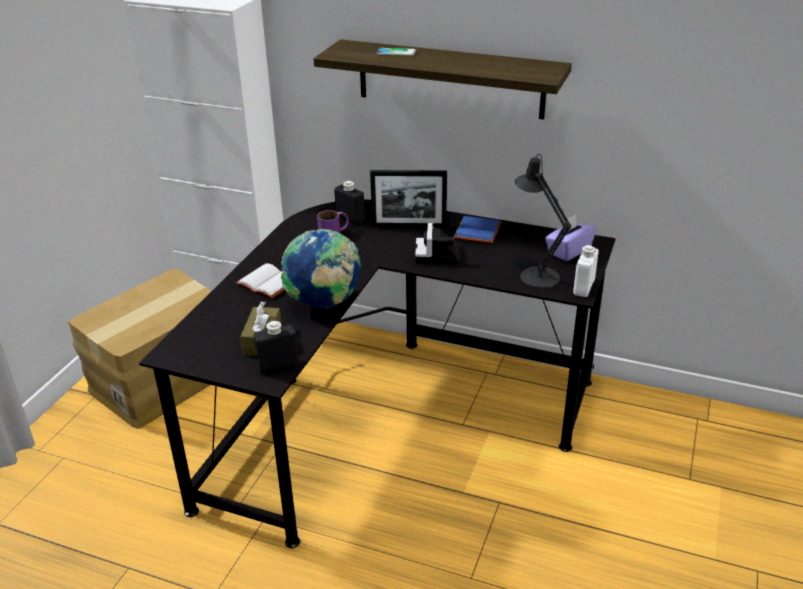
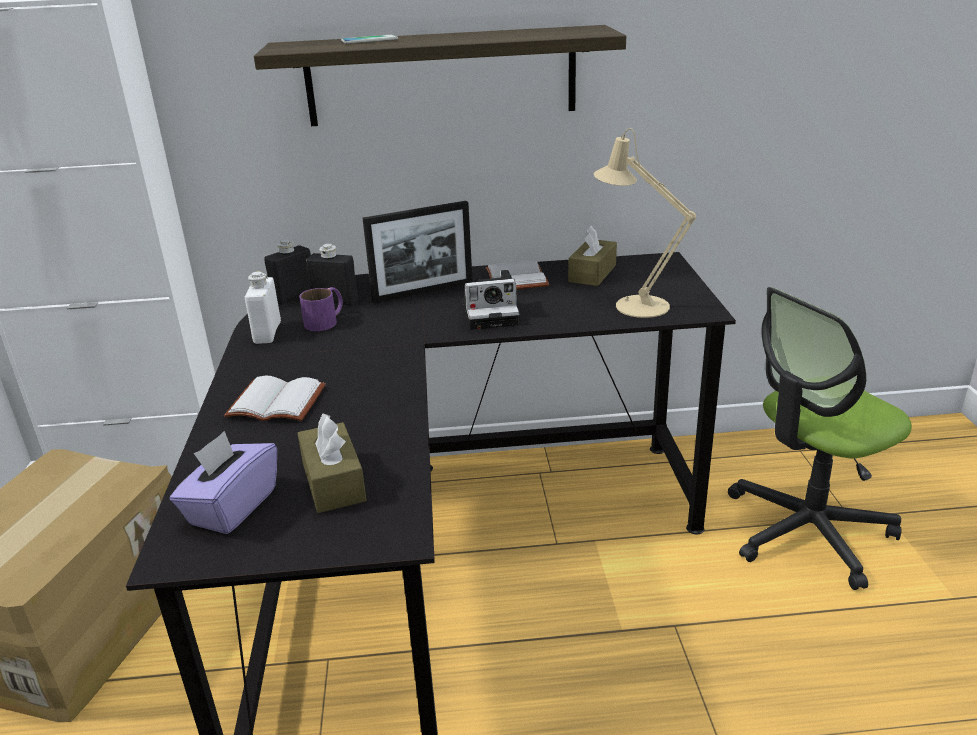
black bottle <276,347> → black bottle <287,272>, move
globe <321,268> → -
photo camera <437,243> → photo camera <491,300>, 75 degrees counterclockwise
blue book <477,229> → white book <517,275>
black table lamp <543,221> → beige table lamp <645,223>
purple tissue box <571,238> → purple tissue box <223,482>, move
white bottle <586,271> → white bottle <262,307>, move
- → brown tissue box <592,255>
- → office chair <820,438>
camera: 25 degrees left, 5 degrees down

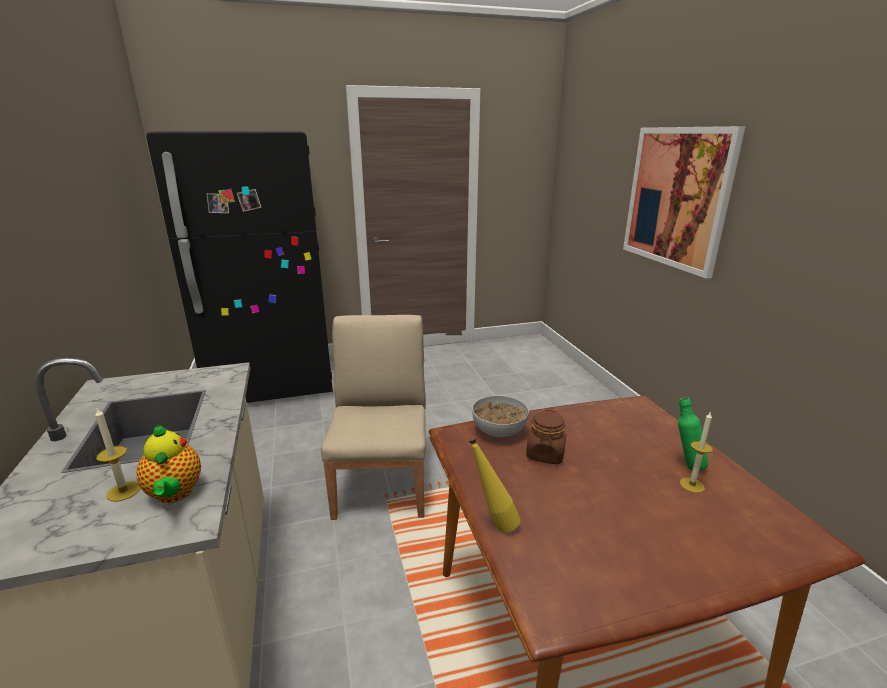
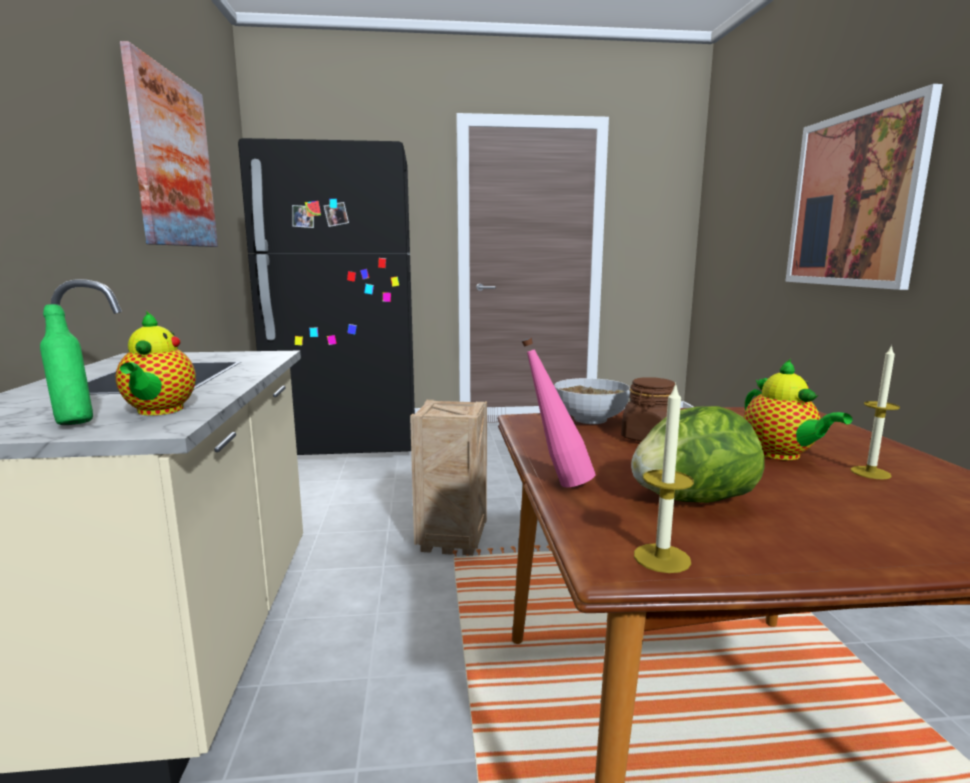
candle <118,455> → candle <664,477>, move
beige chair <373,417> → crate <448,478>
yellow bottle <494,484> → pink bottle <558,413>
green bottle <693,434> → green bottle <66,364>, move
- → picture <169,144>
- → lettuce <698,454>
- → teapot <798,409>
camera: 10 degrees right, 10 degrees down

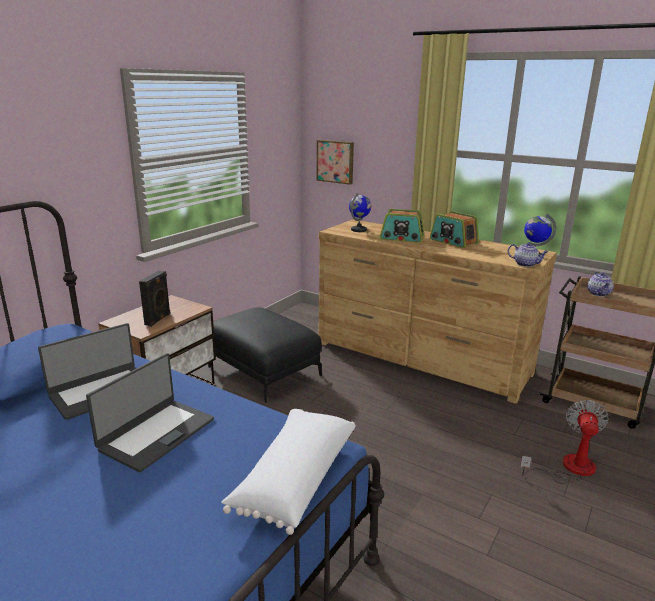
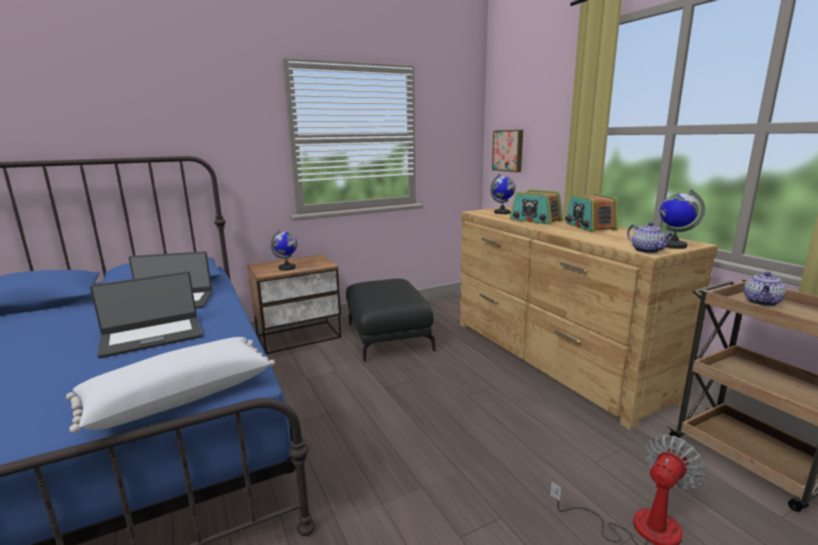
black speaker <155,299> → globe <284,250>
camera: 30 degrees right, 5 degrees down

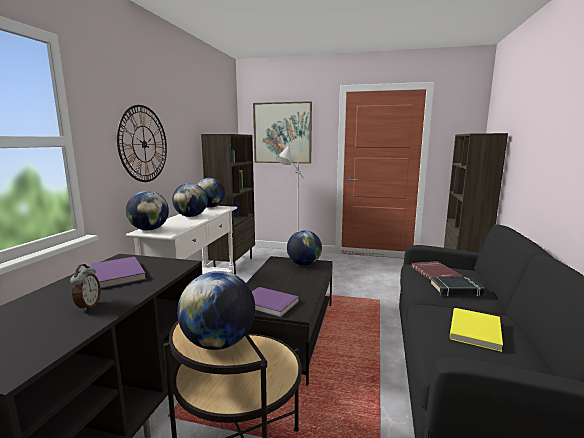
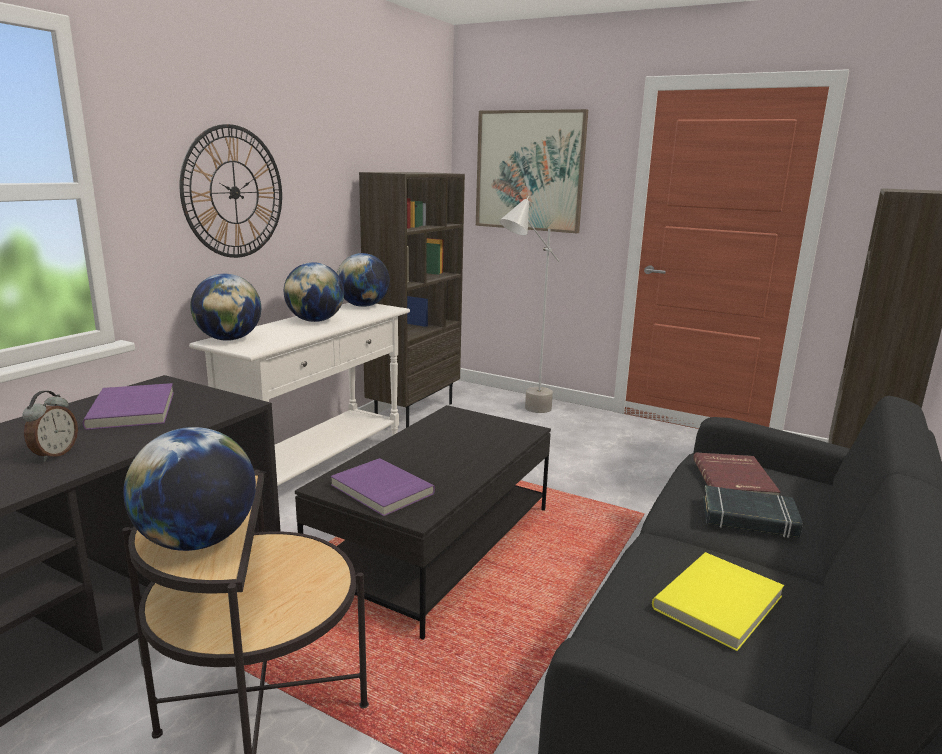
globe <304,247> → -
camera: 15 degrees right, 5 degrees up

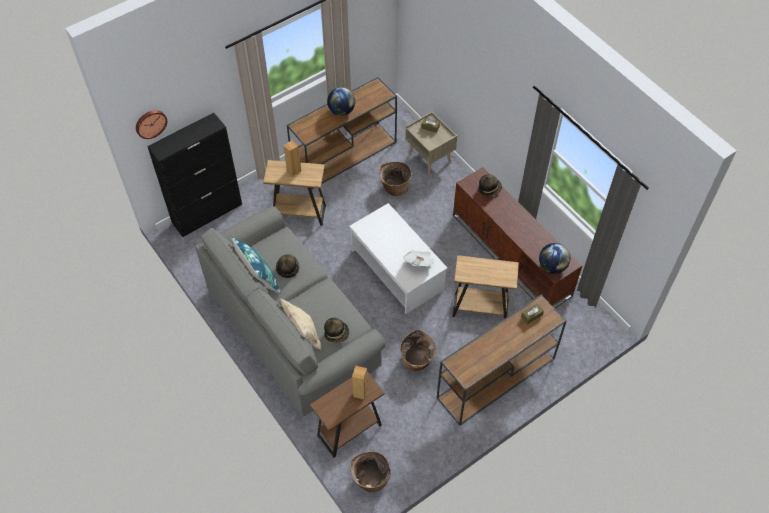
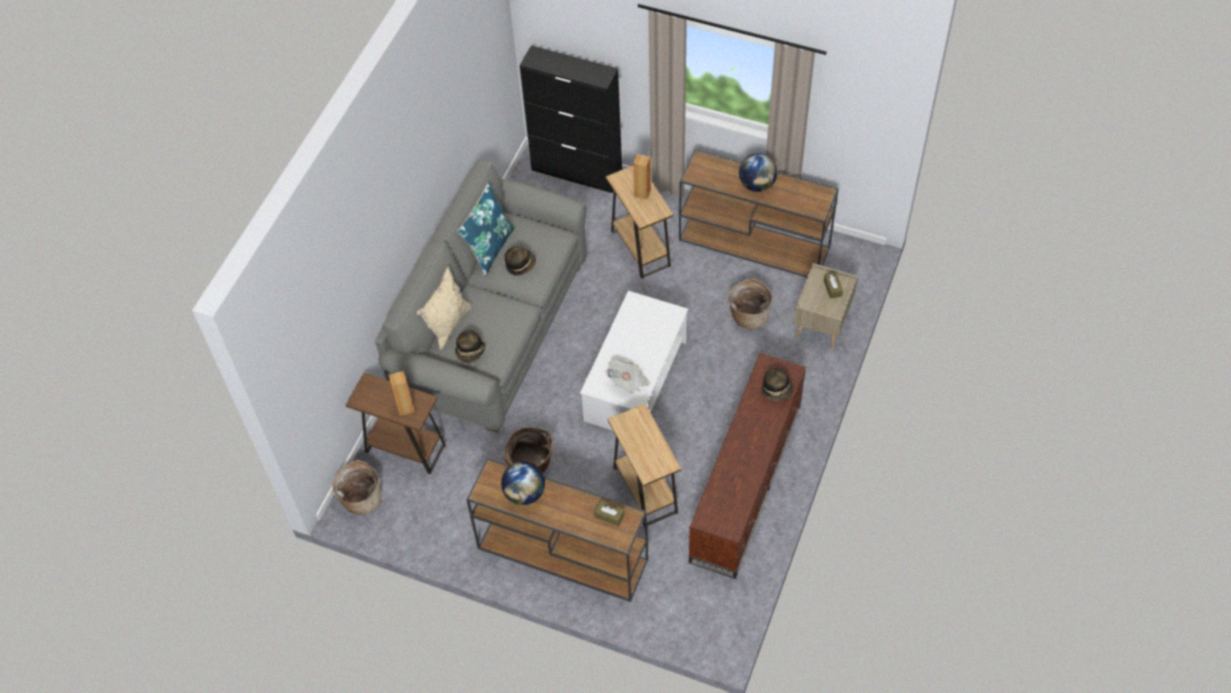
wall clock <151,124> → -
globe <555,258> → globe <523,483>, move
camera: 60 degrees right, 0 degrees up

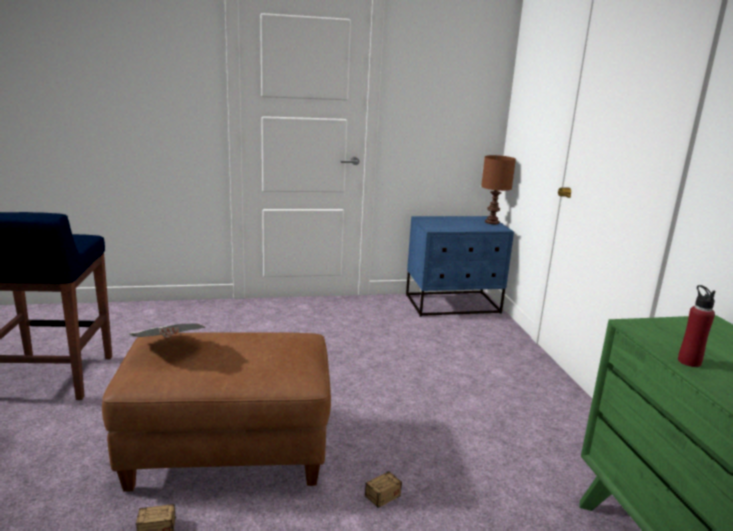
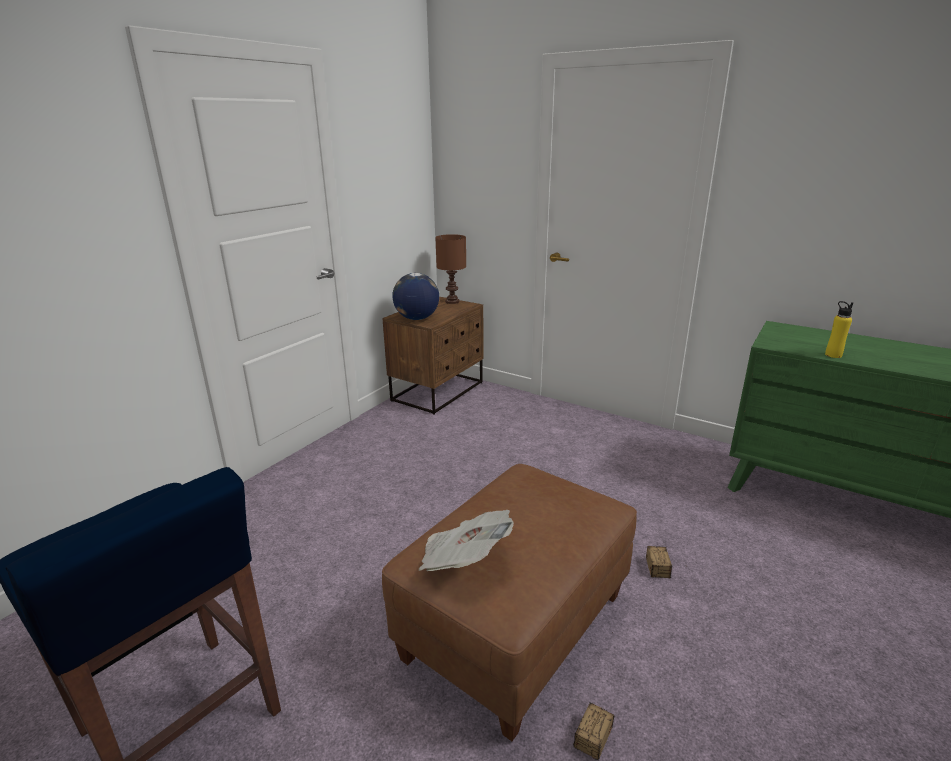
blue nightstand <460,266> → brown nightstand <432,356>
red bottle <696,326> → yellow bottle <839,329>
- → globe <415,296>
camera: 45 degrees left, 5 degrees up

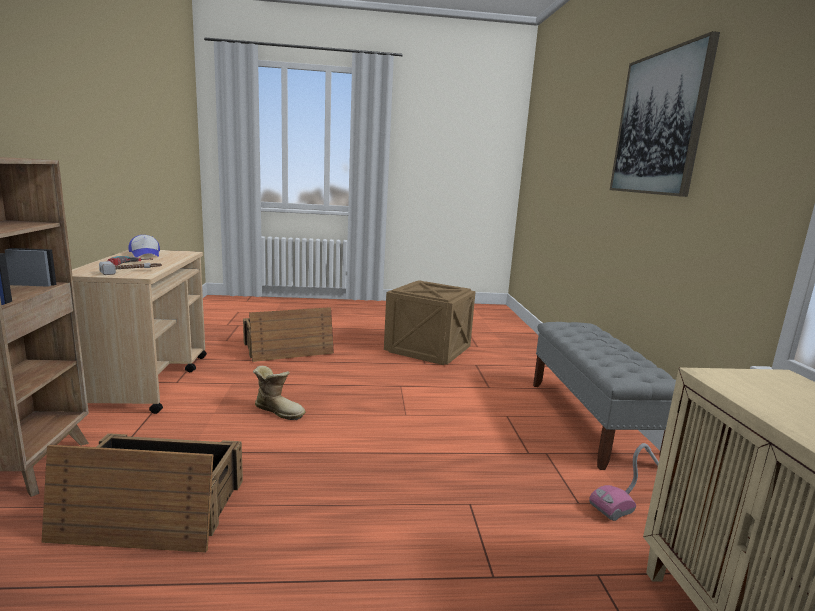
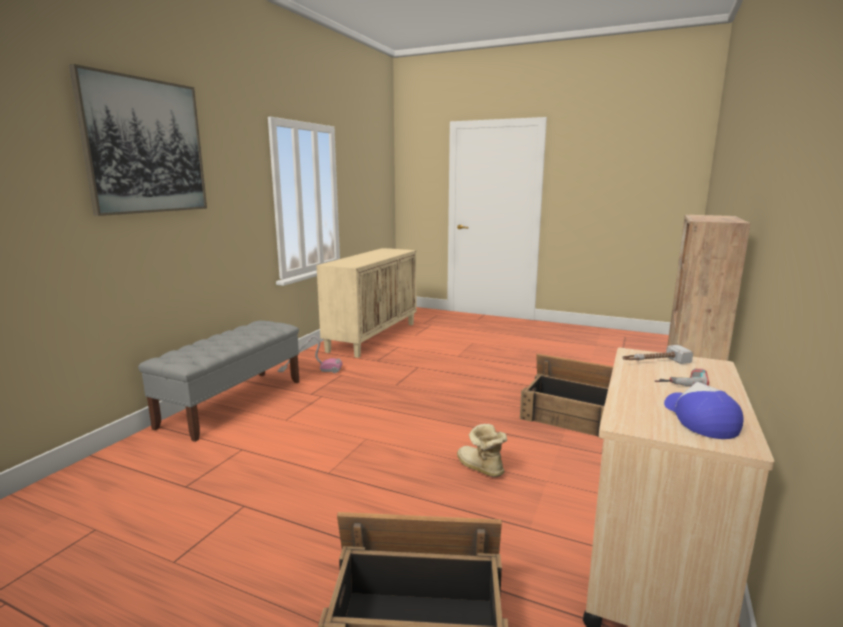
crate <430,322> → -
camera: 150 degrees left, 0 degrees up

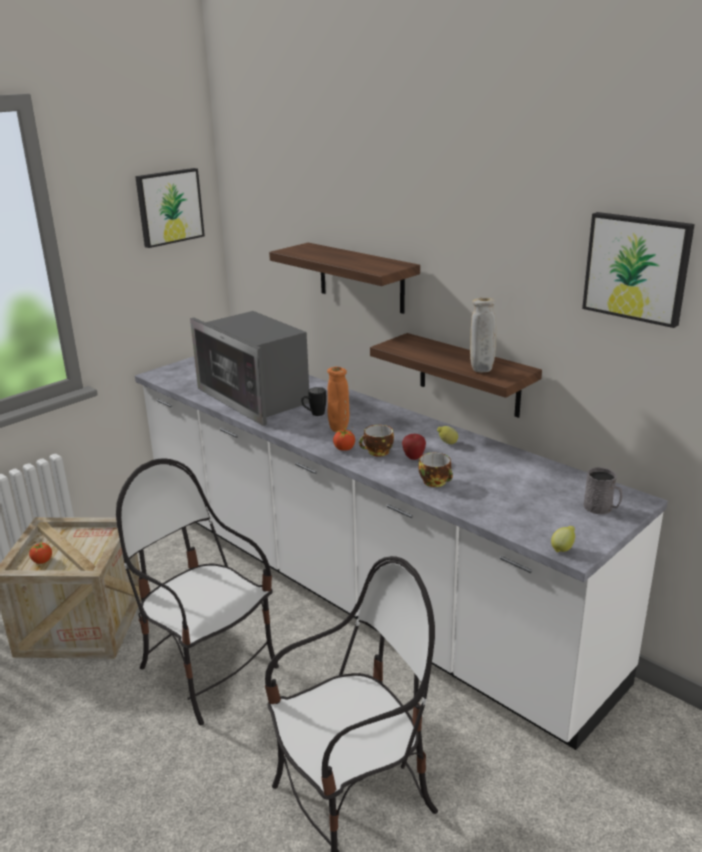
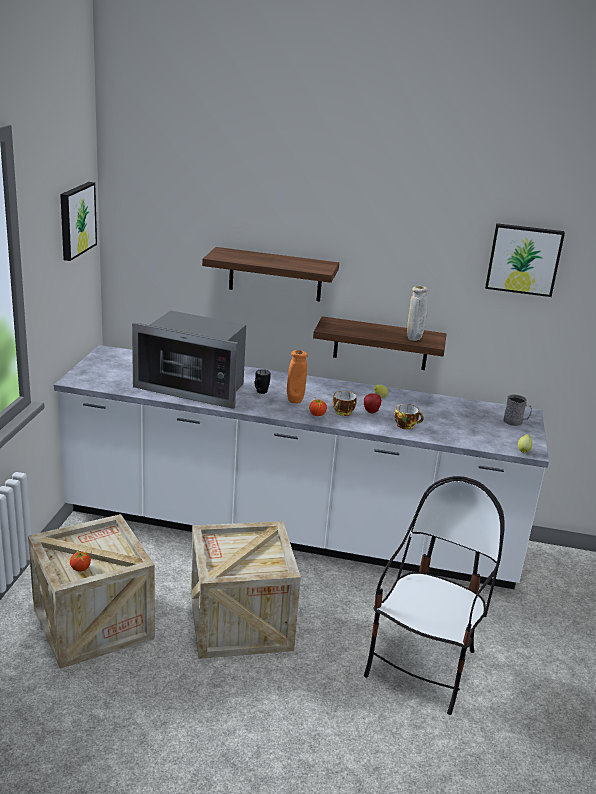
chair <197,592> → crate <246,590>
camera: 35 degrees left, 0 degrees up

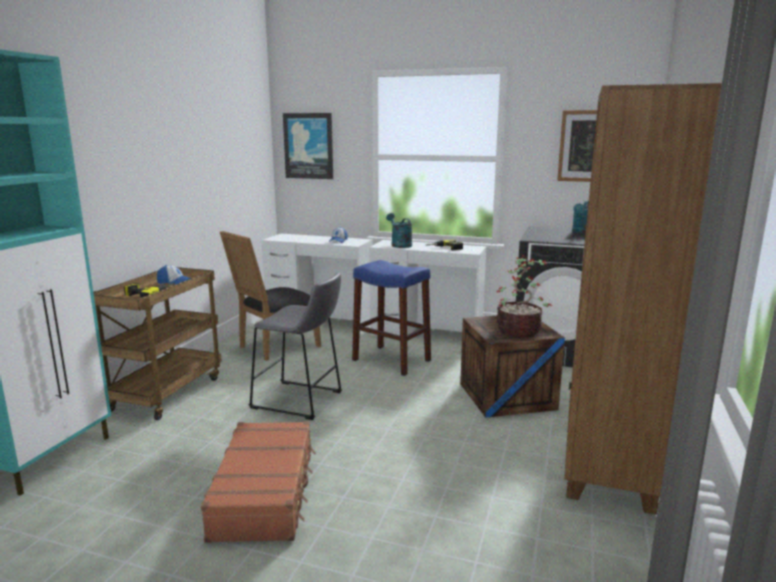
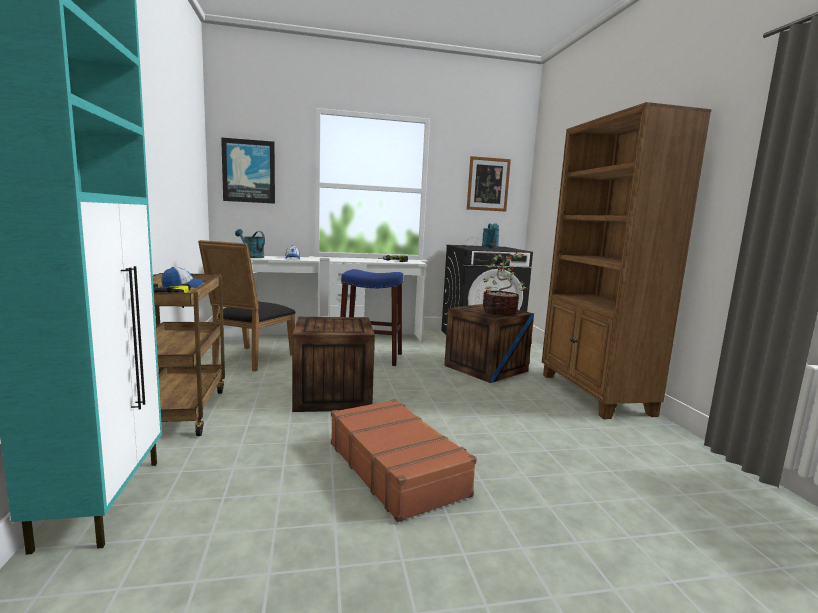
grey stool <295,346> → crate <333,364>
turquoise watering can <399,230> → turquoise watering can <250,243>, move
camera: 30 degrees left, 5 degrees down

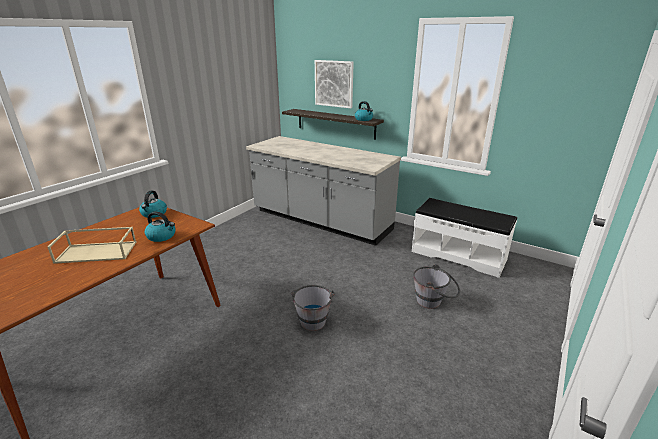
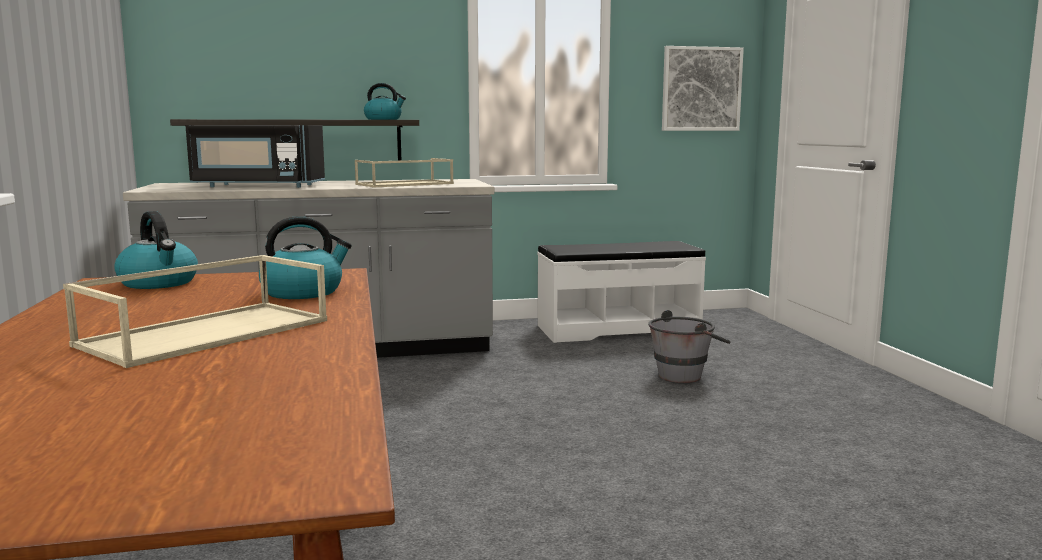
grey bucket <313,308> → -
picture <334,84> → picture <703,88>, move
- → black microwave <255,156>
- → beige tray <404,172>
camera: 45 degrees left, 15 degrees down

